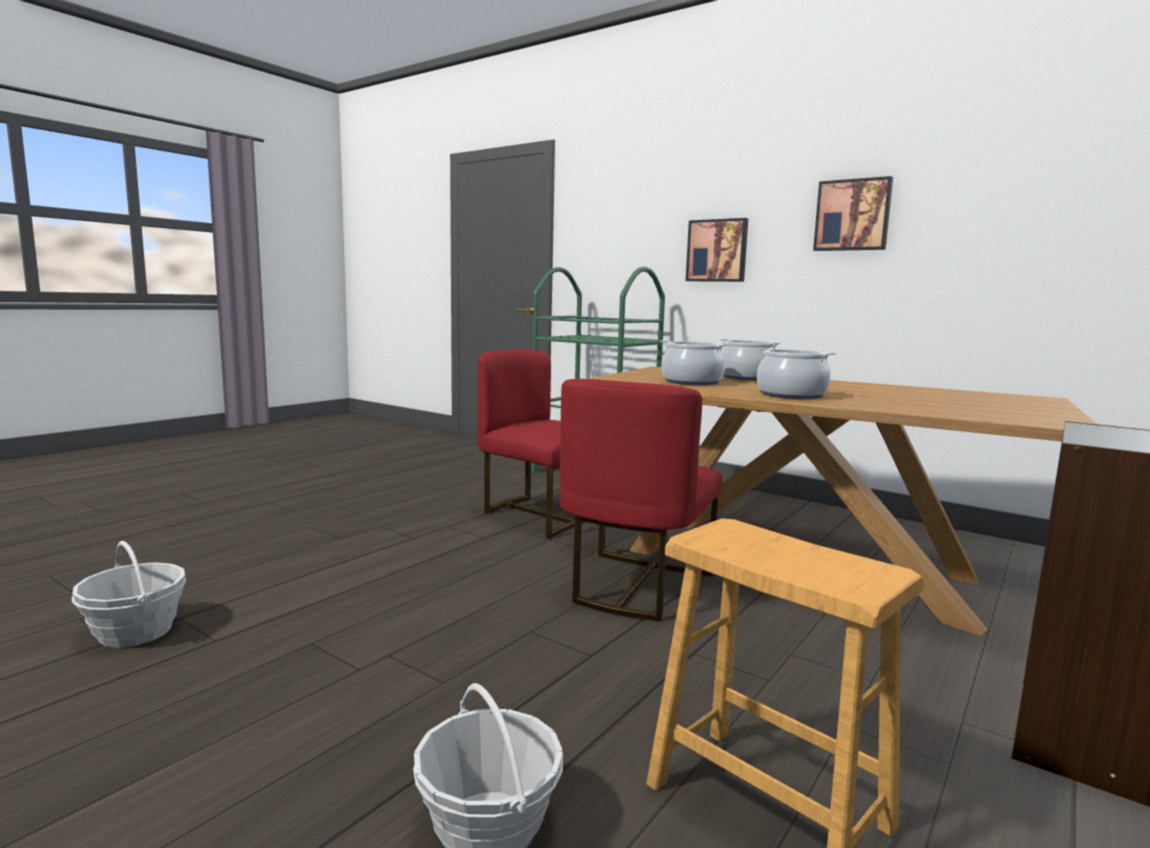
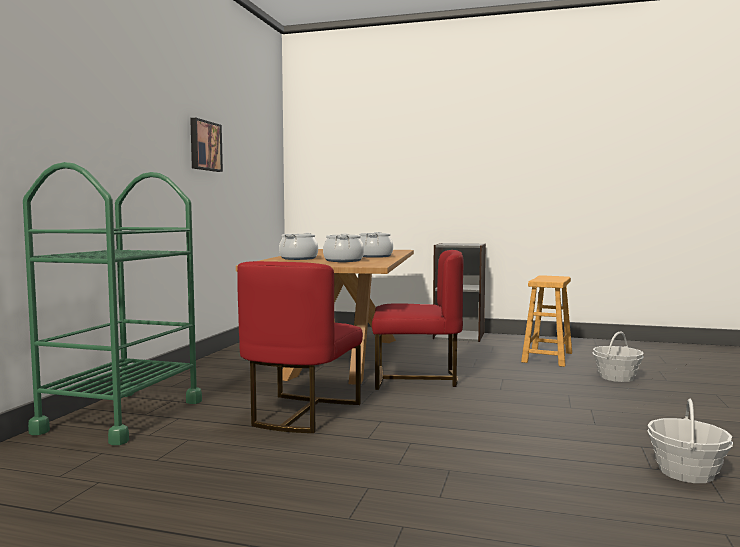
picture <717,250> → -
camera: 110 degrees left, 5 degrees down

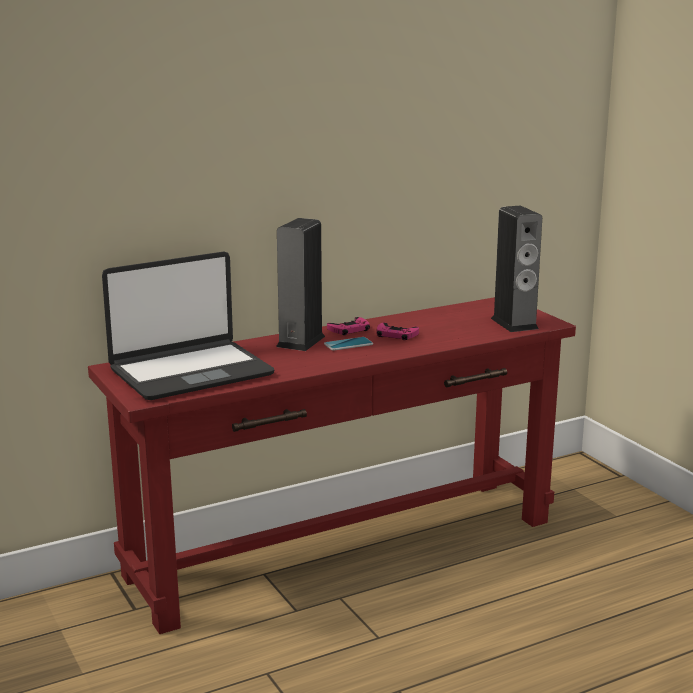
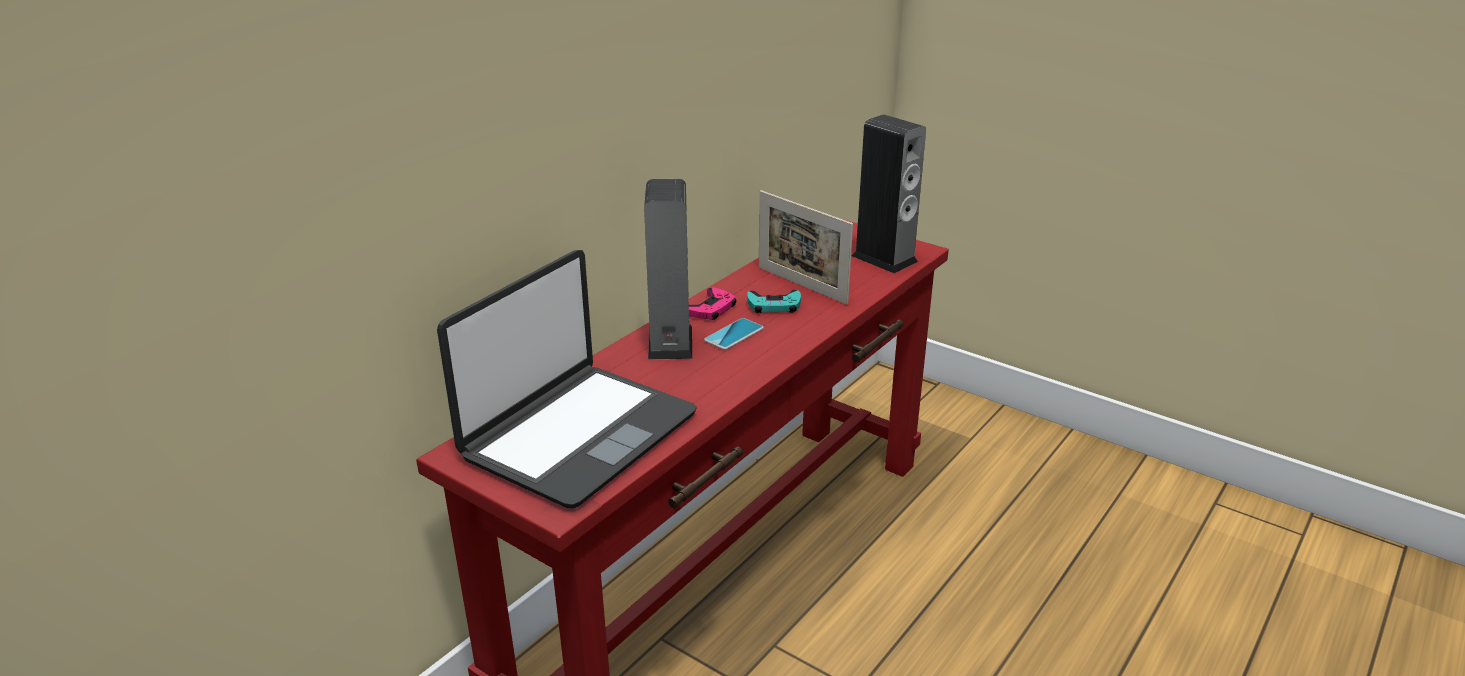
pink game controller <398,331> → turquoise game controller <774,301>
- → picture frame <806,247>
camera: 25 degrees left, 10 degrees up

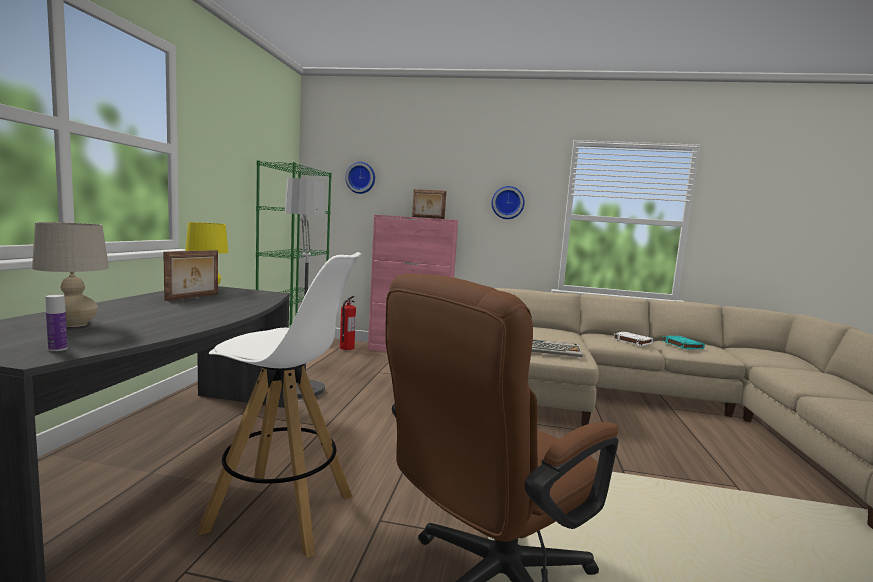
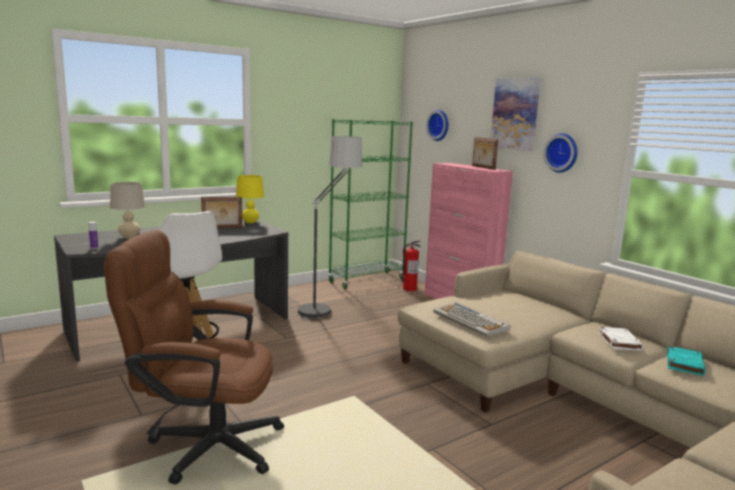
- → picture <516,114>
camera: 45 degrees right, 5 degrees up

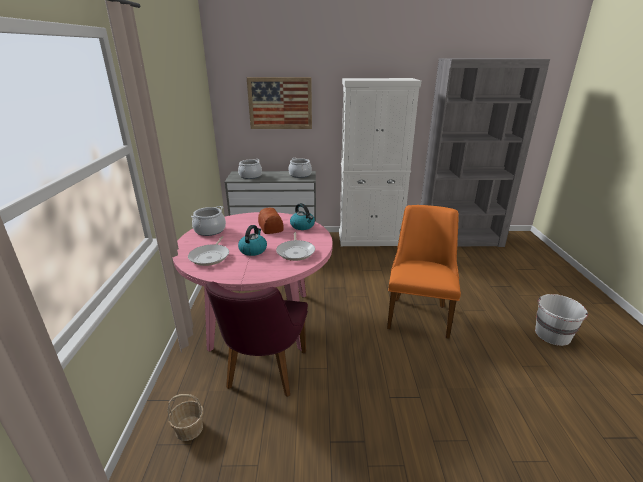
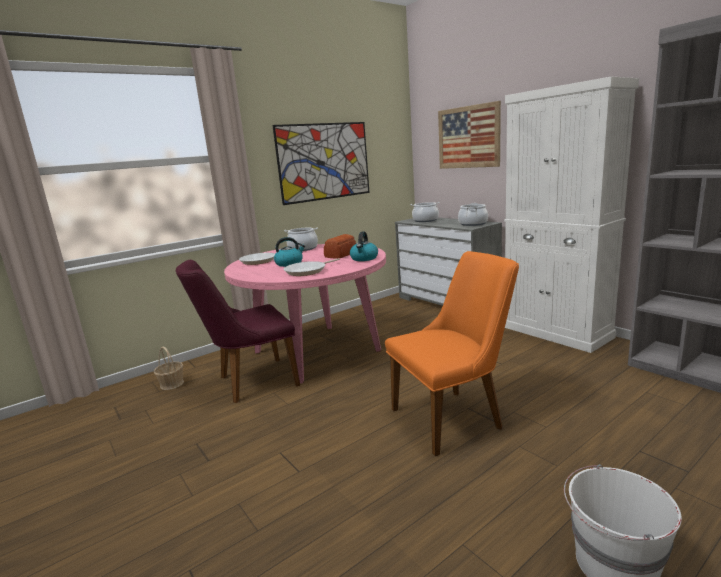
- → picture <321,163>
camera: 55 degrees right, 10 degrees down

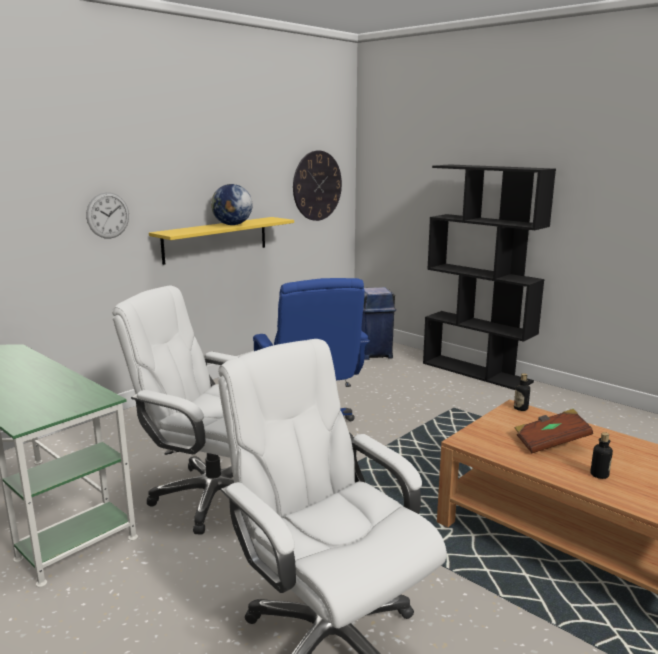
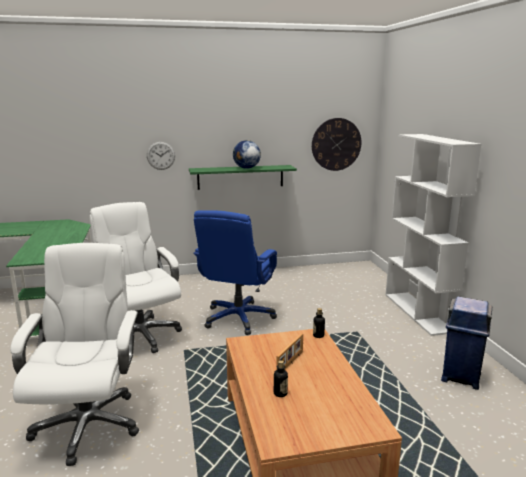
yellow shelf <221,241> → green shelf <243,177>
blue trash can <378,323> → blue trash can <466,343>, move
black bookcase <489,277> → white bookcase <434,235>
brown book <554,431> → picture frame <289,351>
camera: 35 degrees right, 0 degrees up

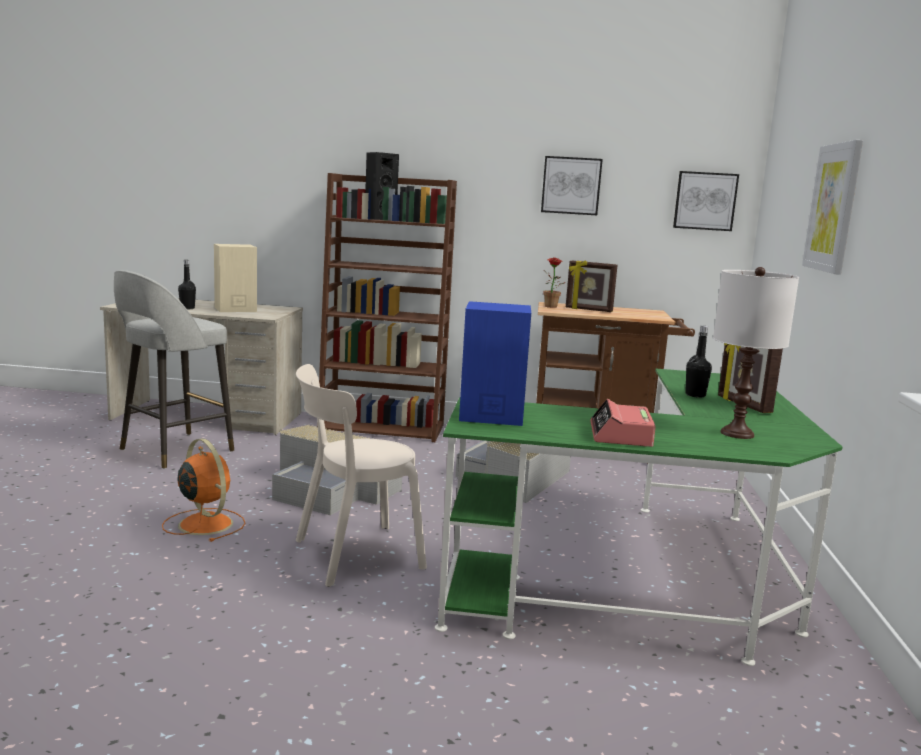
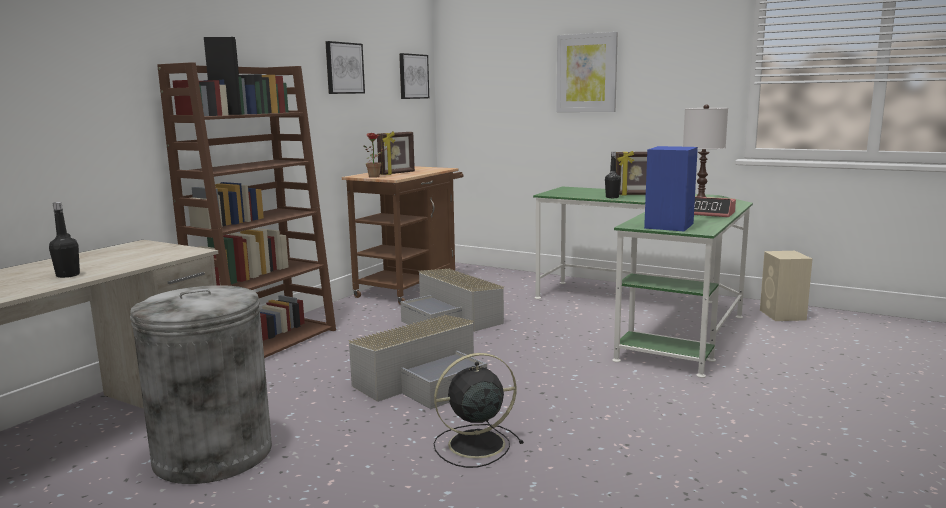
grey stool <174,369> → grey trash can <201,384>
orange fan <204,490> → black fan <478,410>
beige speaker <235,278> → beige speaker <786,286>, move
beige chair <361,475> → -
camera: 65 degrees left, 0 degrees up

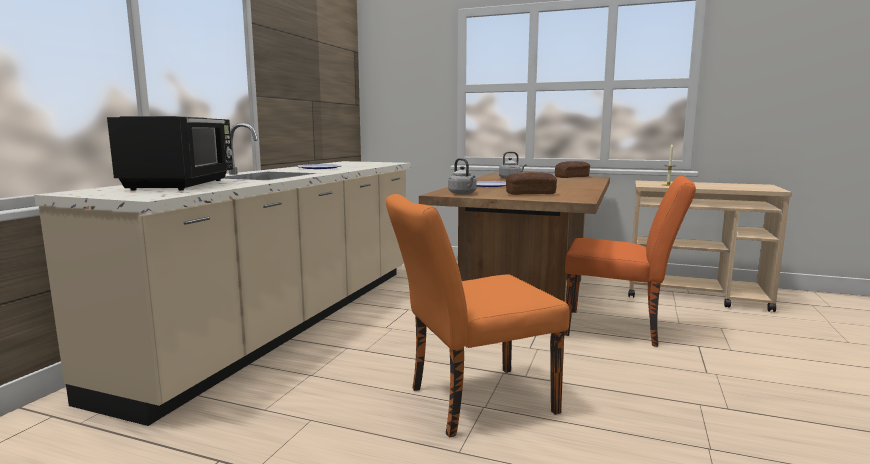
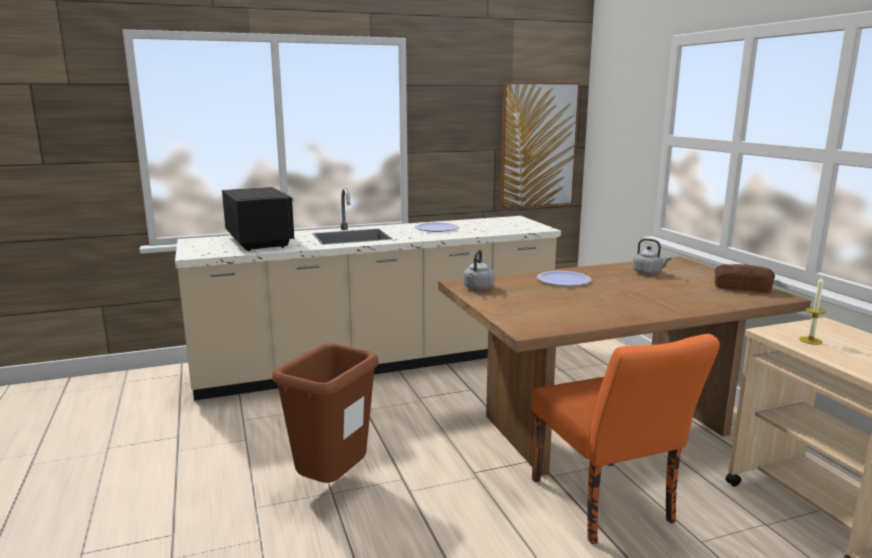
black microwave <170,153> → black microwave <258,219>, 75 degrees counterclockwise
orange chair <478,316> → brown trash can <325,413>
bread <531,183> → -
- → picture <540,145>
camera: 50 degrees right, 5 degrees up

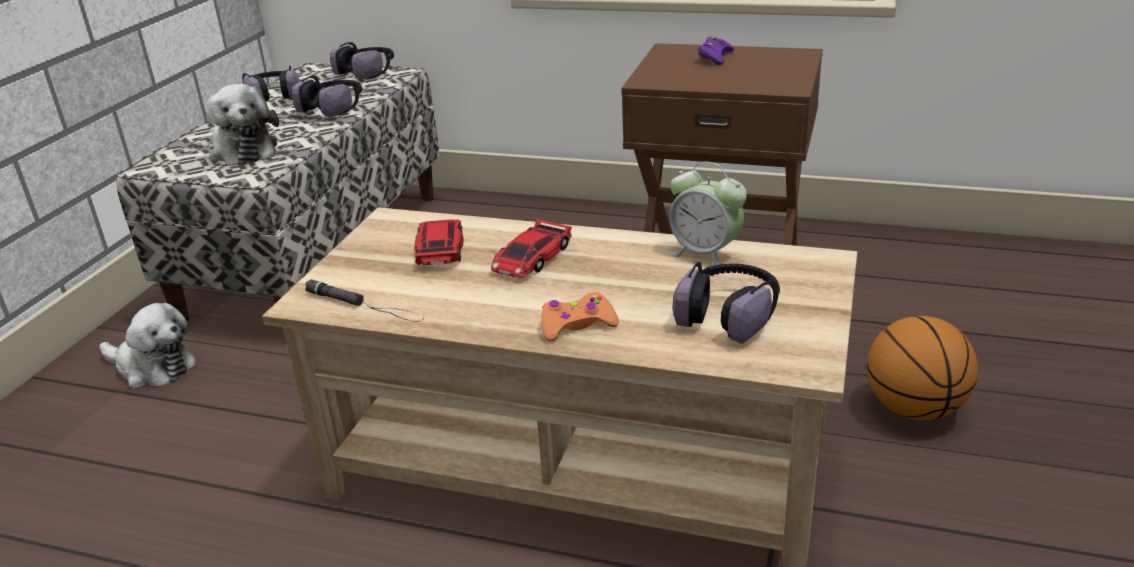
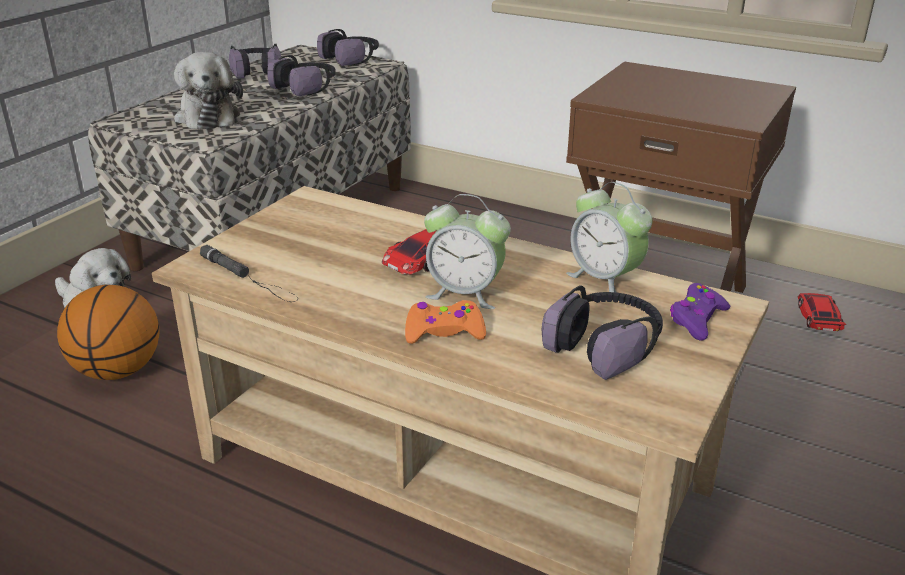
toy car <439,242> → toy car <822,312>, move
purple game controller <716,51> → purple game controller <700,312>, move
basketball <922,368> → basketball <108,332>, move
- → alarm clock <467,251>
camera: 10 degrees right, 0 degrees up

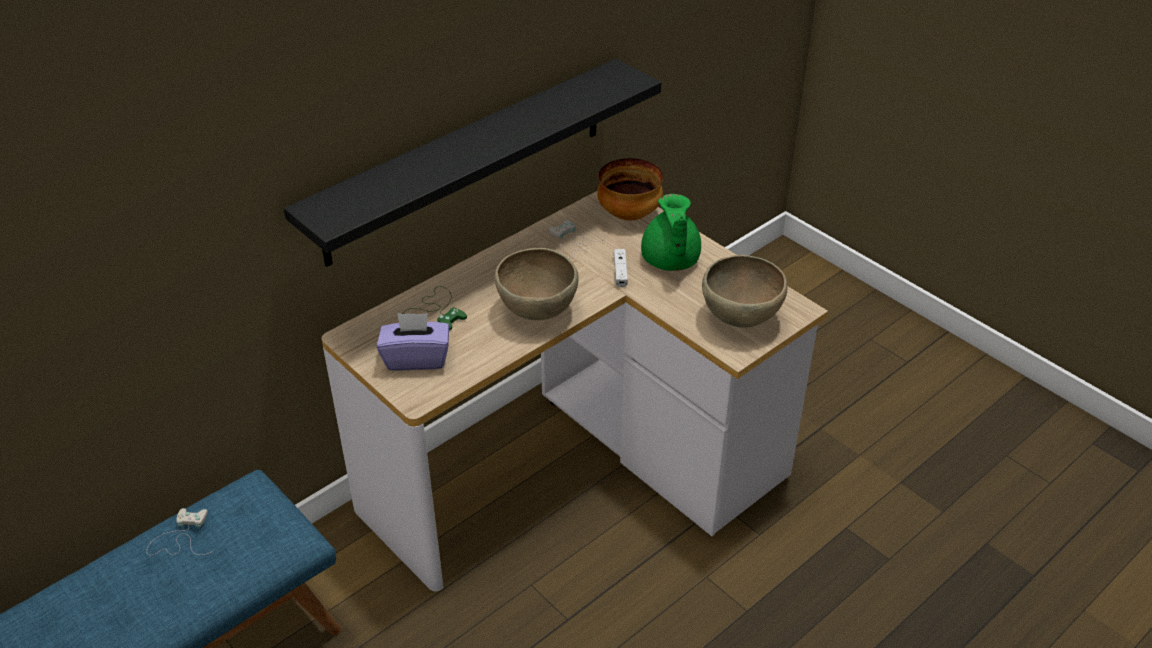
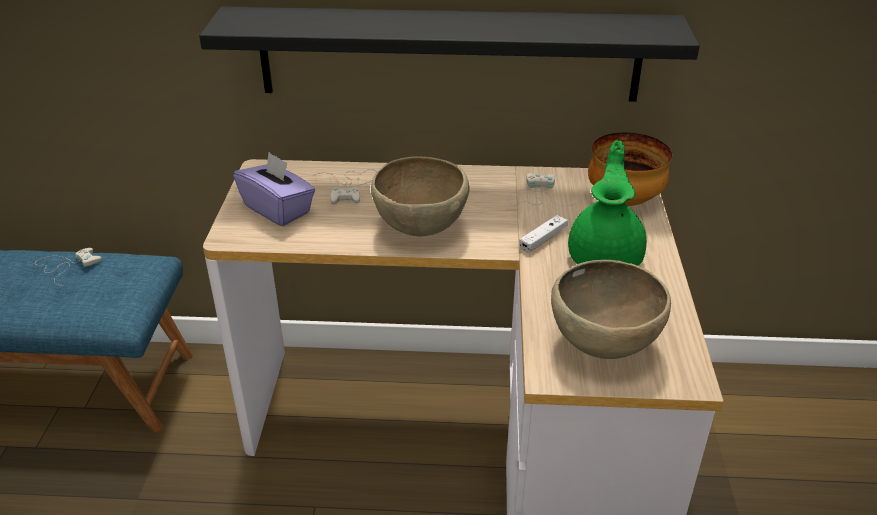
green game controller <435,308> → white game controller <344,186>
green teapot <671,232> → green teapot <607,203>, 150 degrees clockwise
camera: 45 degrees right, 5 degrees down

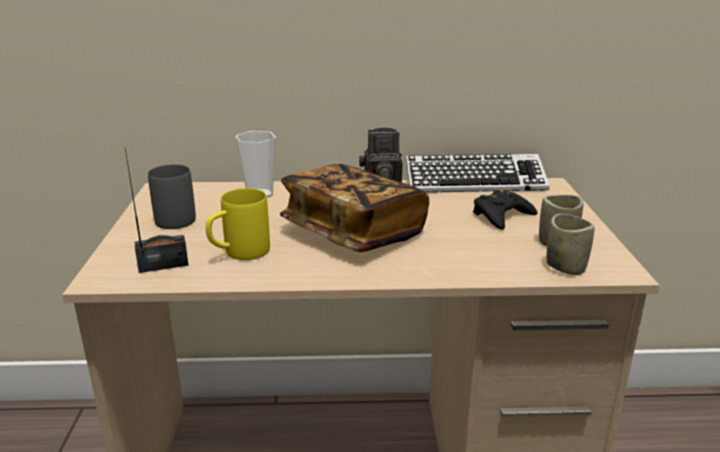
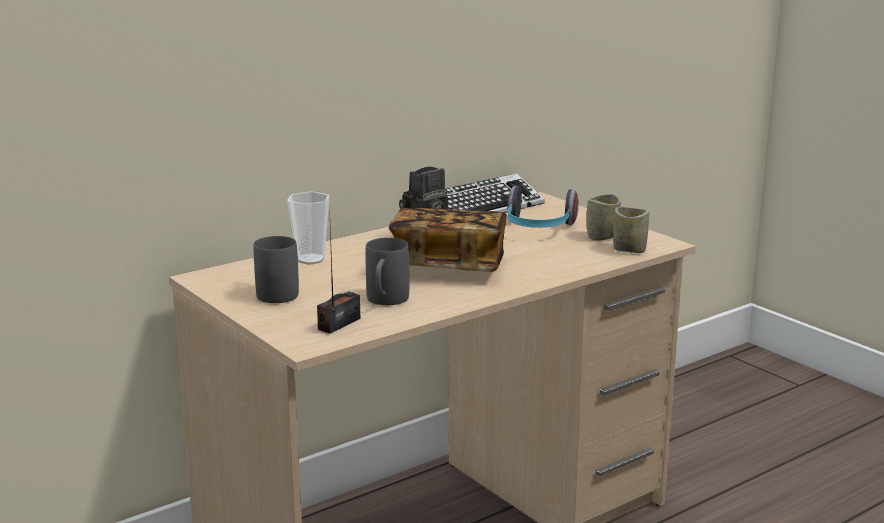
yellow mug <238,224> → grey mug <387,271>
black game controller <505,210> → headphones <543,206>
camera: 35 degrees left, 5 degrees down

